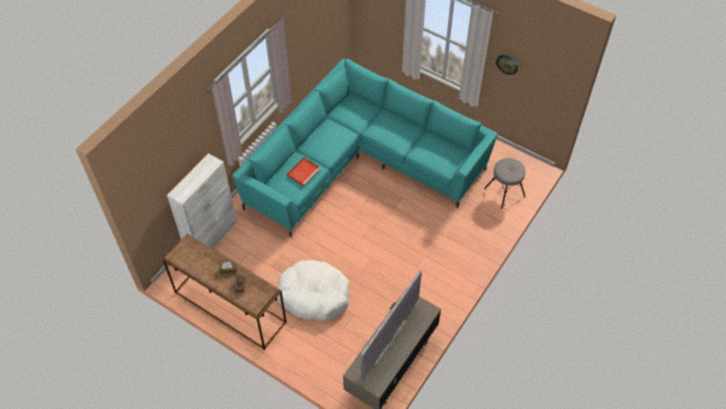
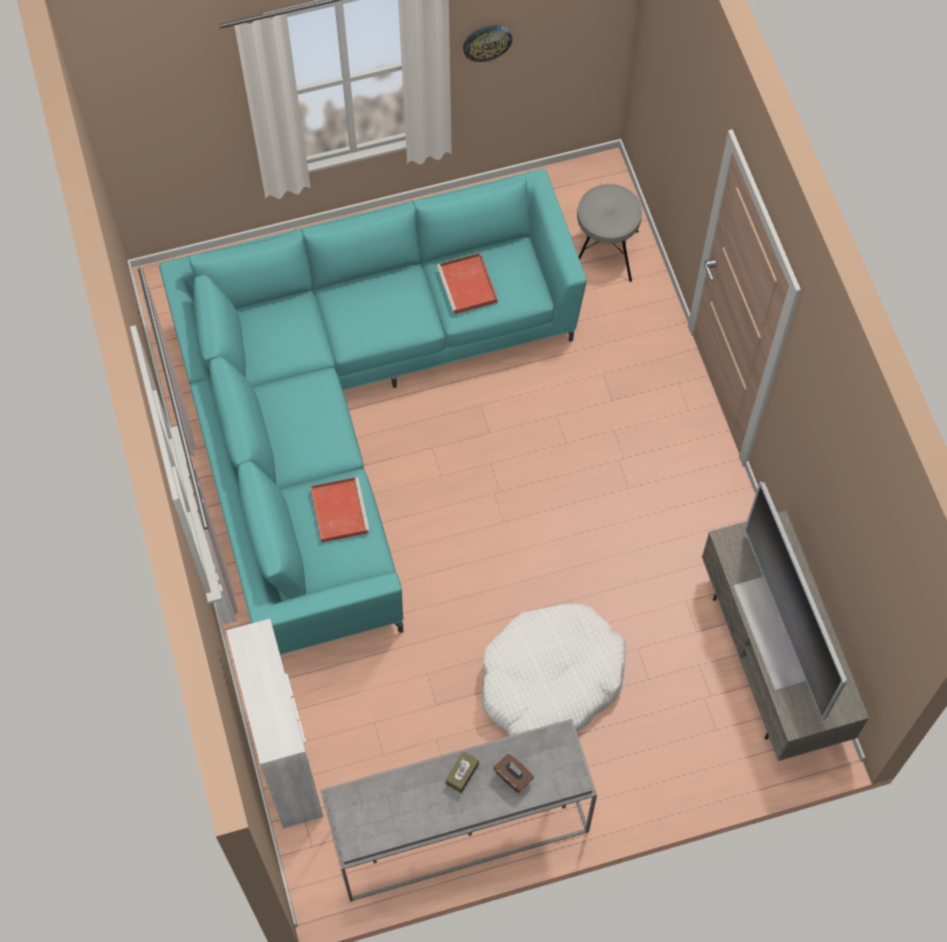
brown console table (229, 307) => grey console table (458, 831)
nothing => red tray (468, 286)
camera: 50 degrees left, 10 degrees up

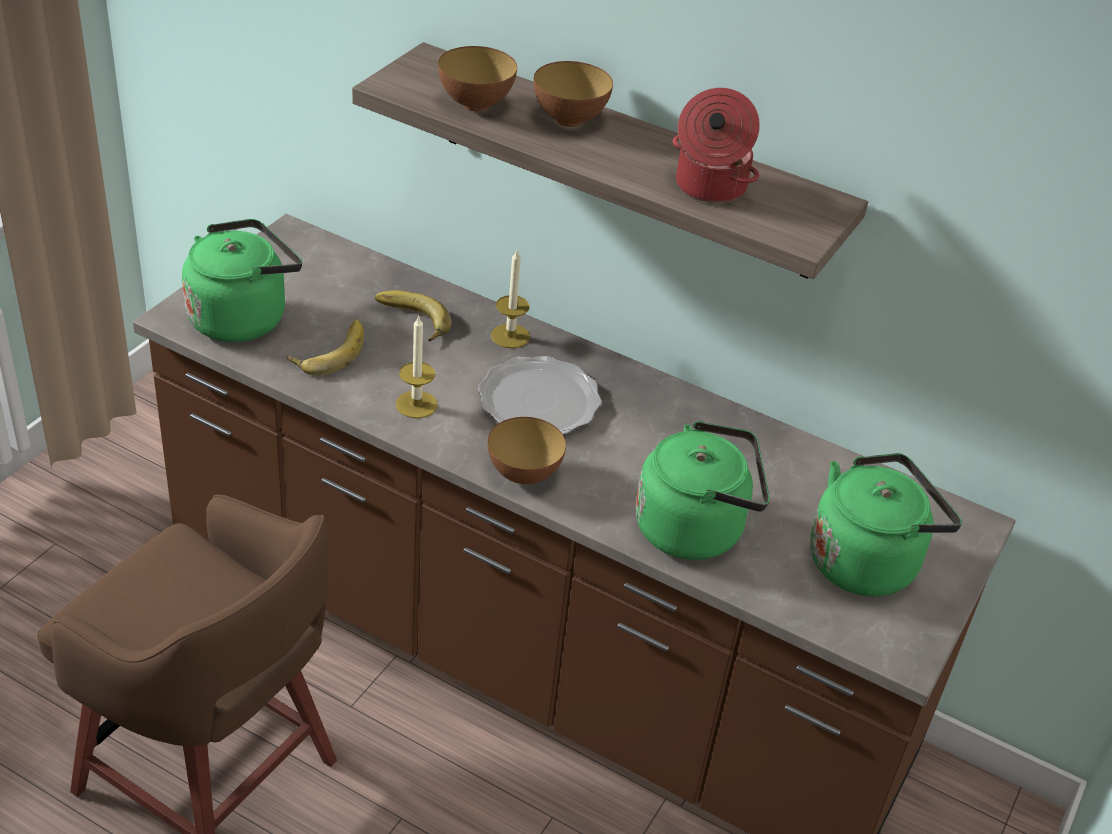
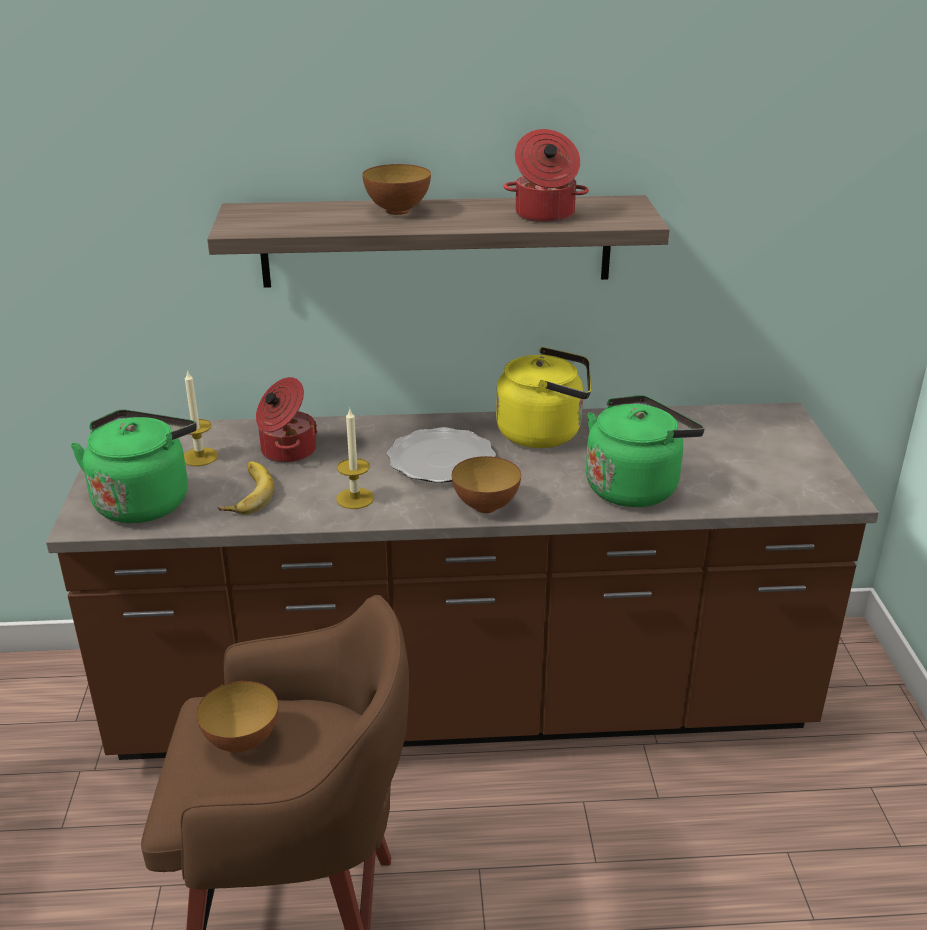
candle (510, 336) => candle (200, 457), relocated
bowl (475, 104) => bowl (242, 741), relocated
banana (410, 321) => cooking pot (287, 451)
nothing => yellow kettle (544, 433)
green kettle (867, 561) => nothing
camera: 30 degrees left, 10 degrees down

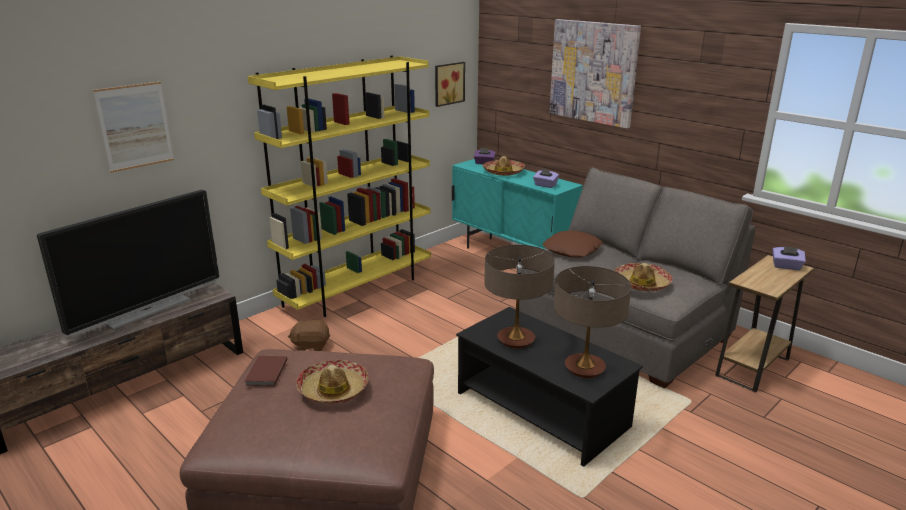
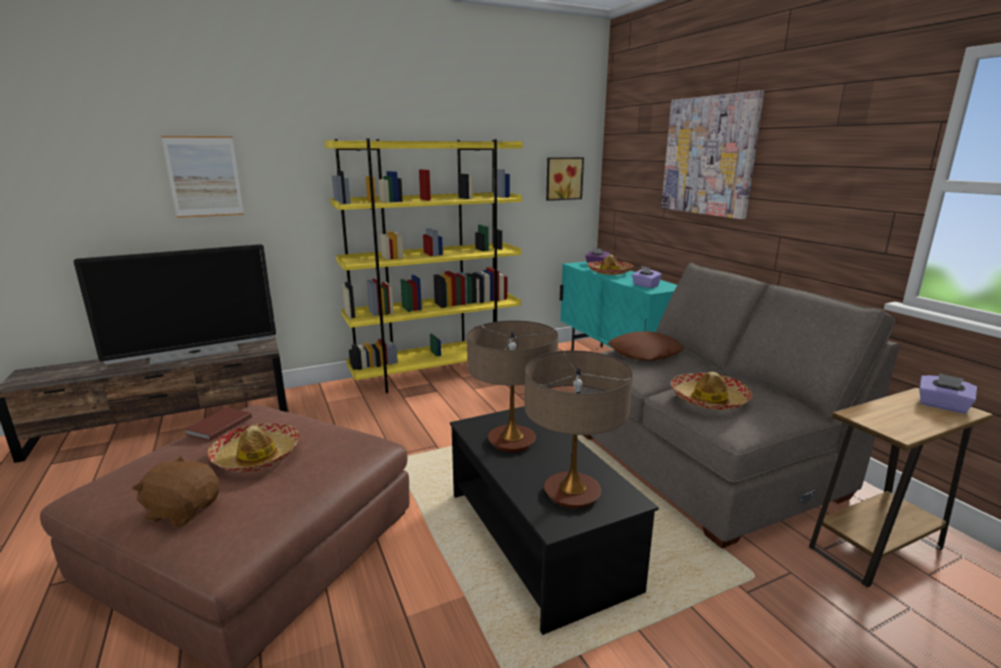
brown plush toy (311, 346) => brown plush toy (183, 510), relocated
camera: 20 degrees right, 5 degrees down

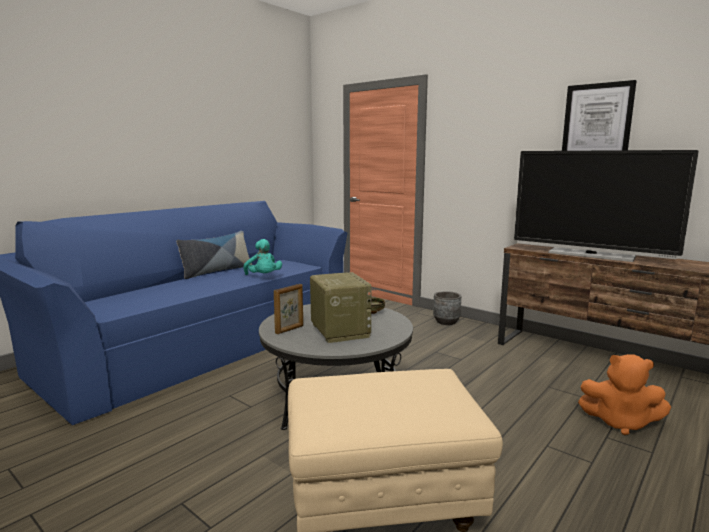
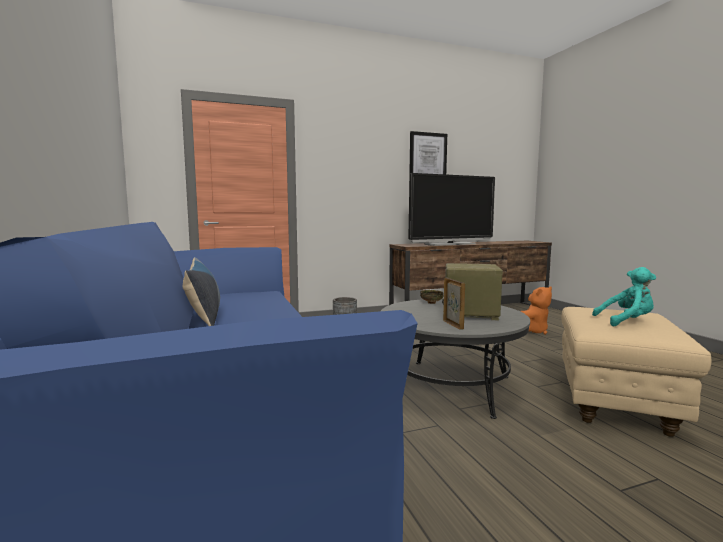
turquoise plush toy (263, 277) => turquoise plush toy (626, 321), relocated
camera: 60 degrees left, 5 degrees down

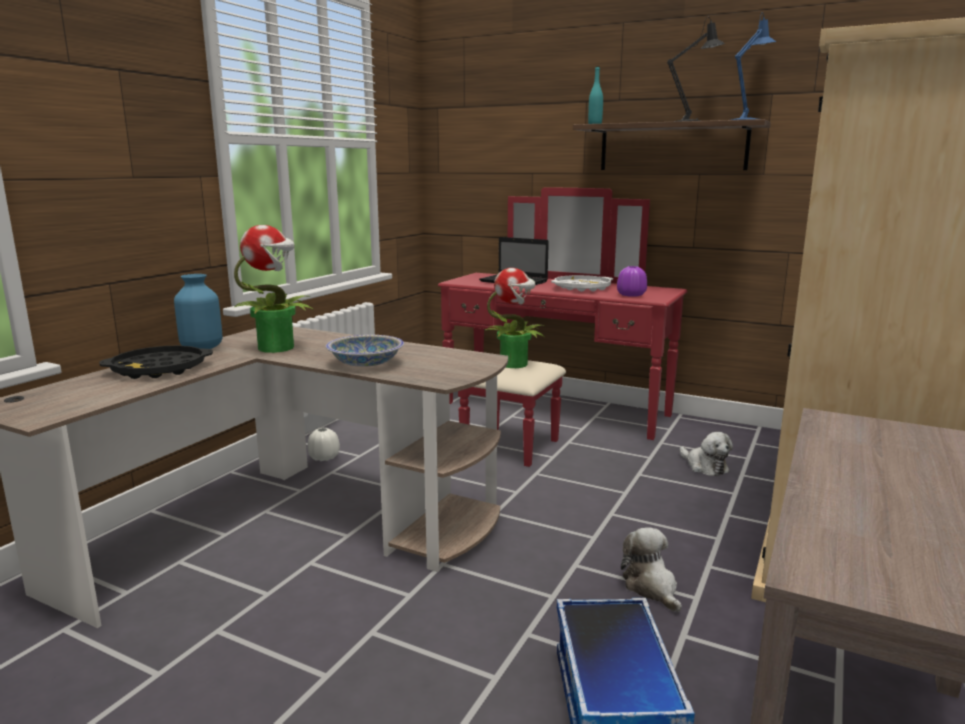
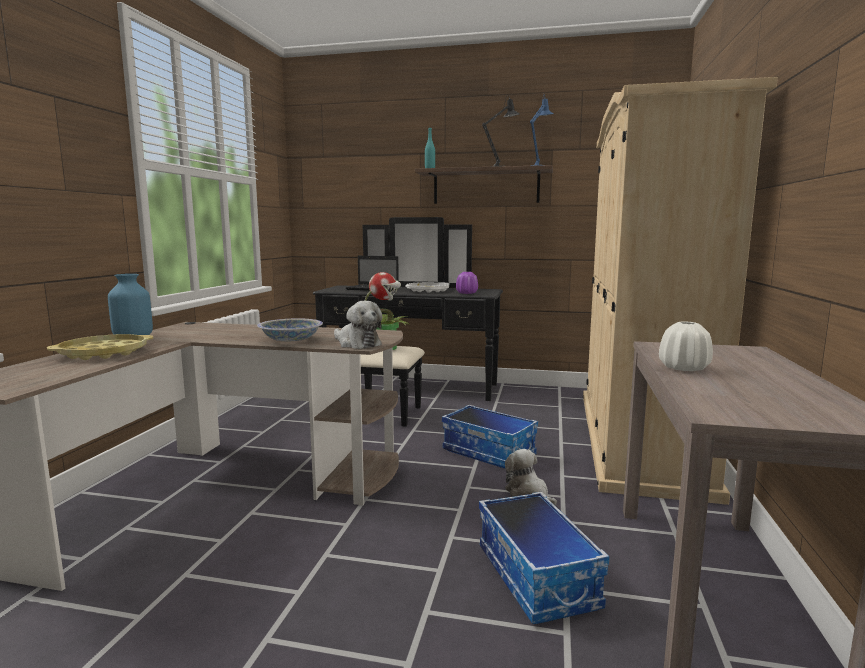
black tray (159, 369) => yellow tray (104, 353)
red dresser (547, 417) => black dresser (406, 392)
plush toy (704, 466) => plush toy (357, 344), relocated
nothing => storage box (489, 452)
white vase (324, 457) => white vase (683, 368), relocated
potted plant (277, 347) => nothing
camera: 15 degrees left, 5 degrees down

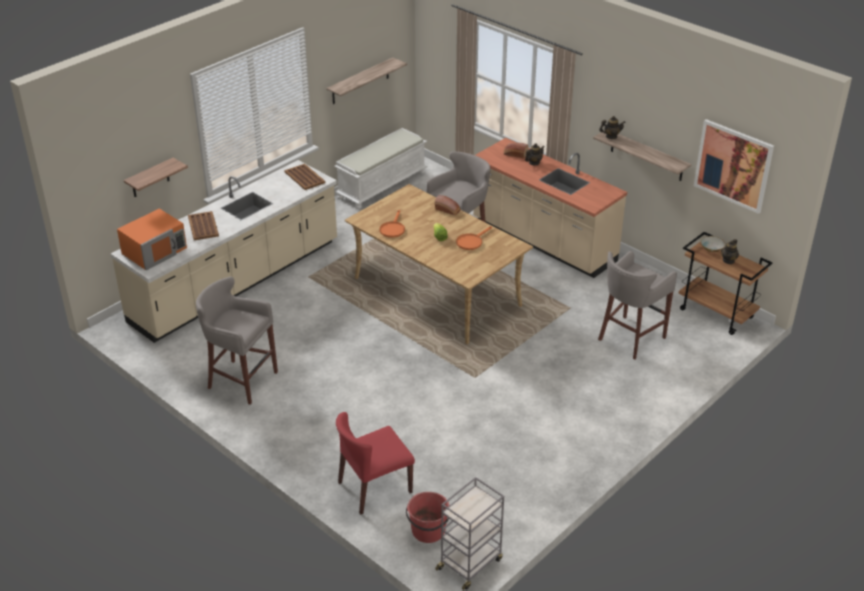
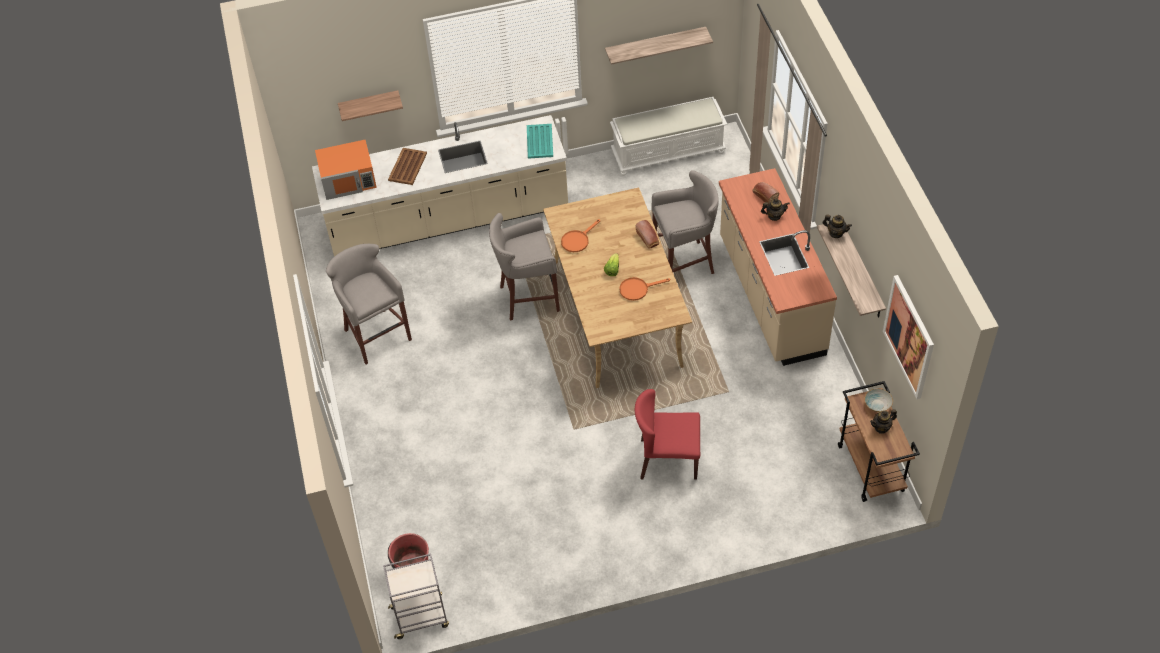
grey stool (629, 338) => grey stool (527, 298), relocated
brown tray (304, 177) => turquoise tray (540, 141)
red chair (374, 488) => red chair (668, 459), relocated
camera: 35 degrees right, 15 degrees up

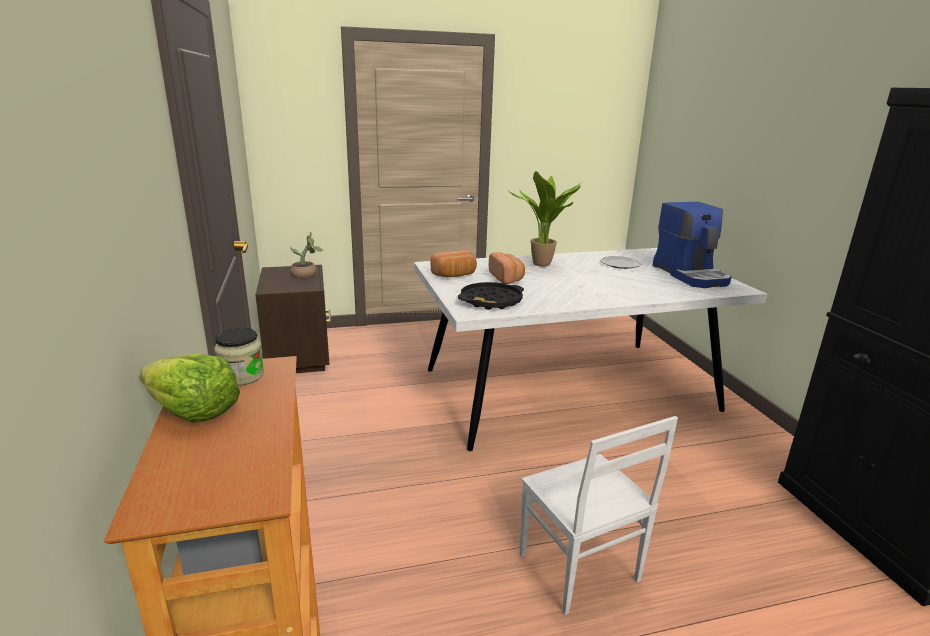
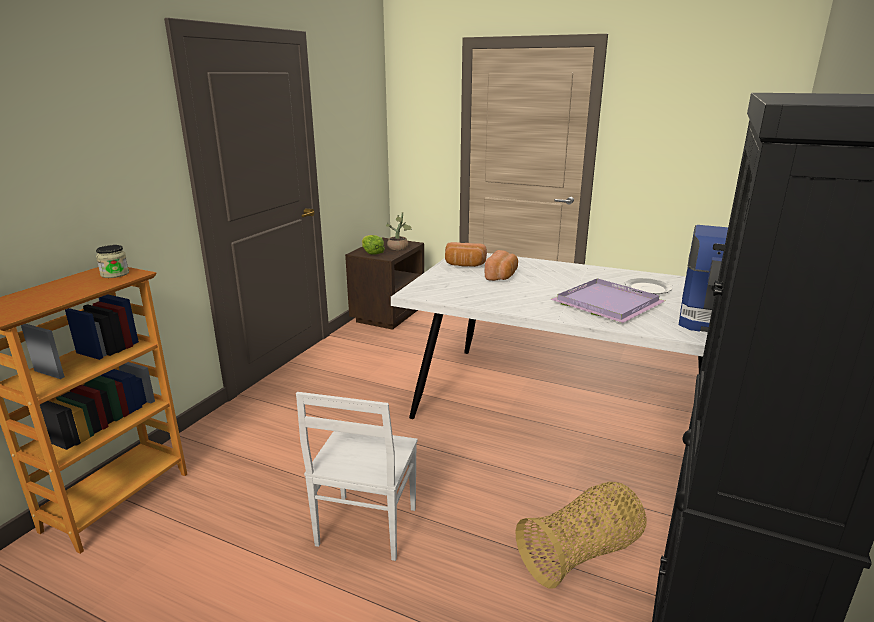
lettuce (193, 411) => lettuce (372, 252), relocated
nothing => basket (581, 554)
nothing => purple tray (609, 303)
black tray (491, 301) => nothing
potted plant (544, 265) => nothing
camera: 40 degrees right, 0 degrees up

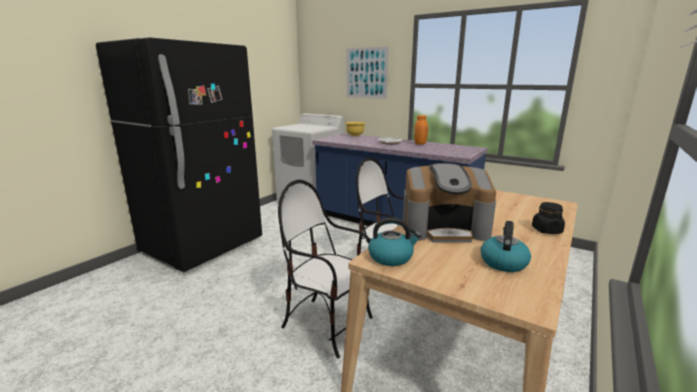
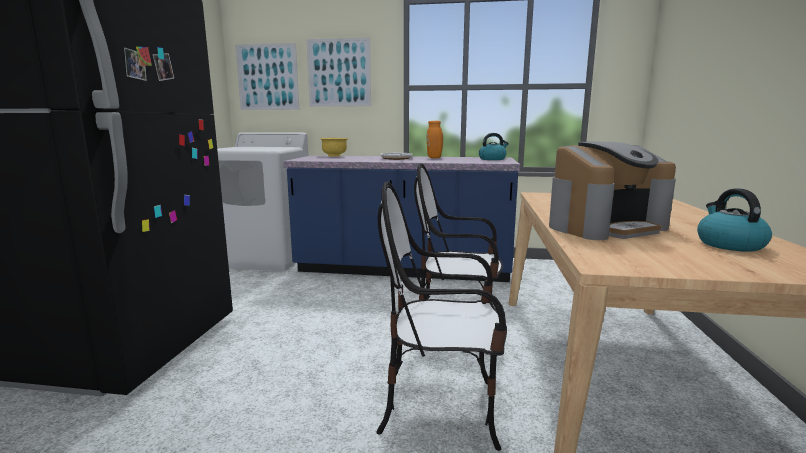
nothing => picture (267, 77)
kettle (391, 257) => kettle (492, 159), relocated
black jar (546, 230) => nothing
camera: 25 degrees left, 5 degrees down

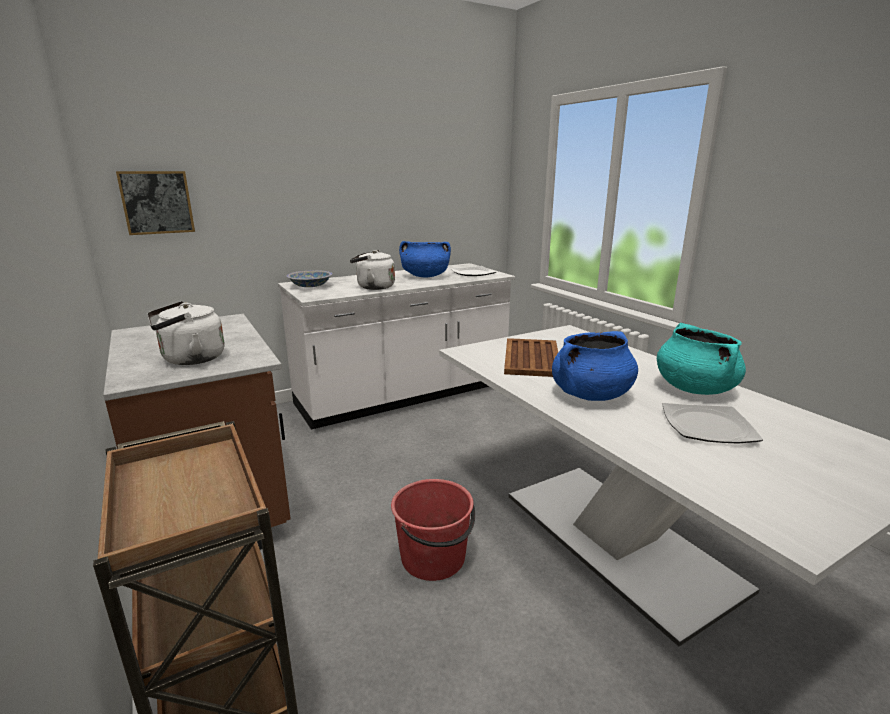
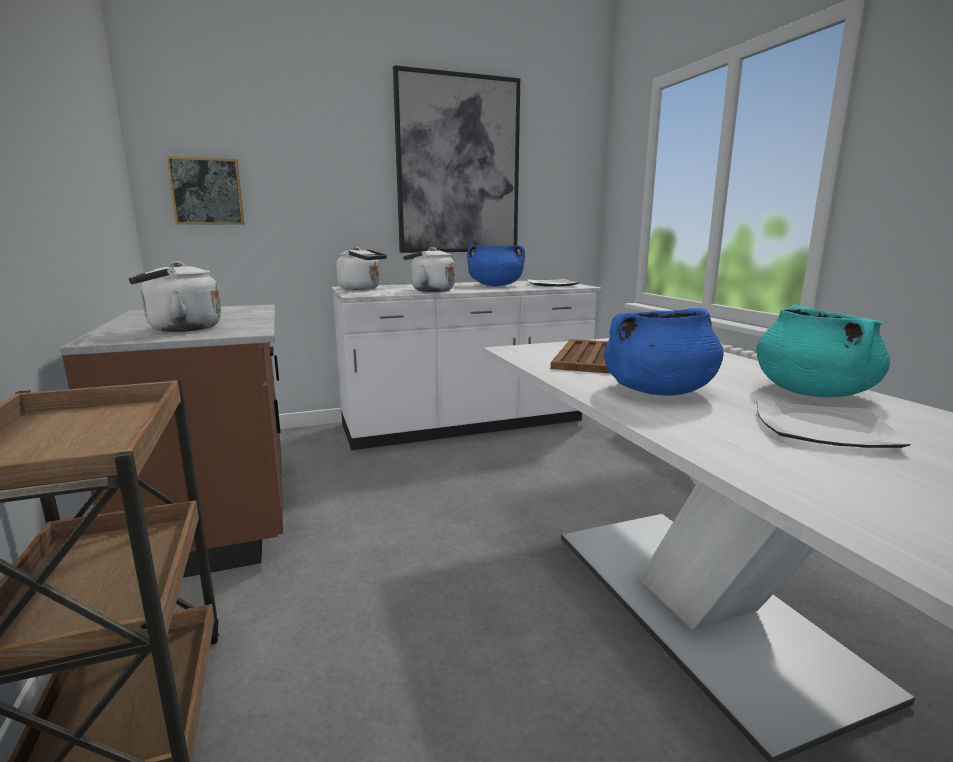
bowl (310, 286) => white kettle (362, 289)
nothing => picture (458, 166)
red bucket (434, 558) => nothing
camera: 10 degrees right, 5 degrees down

